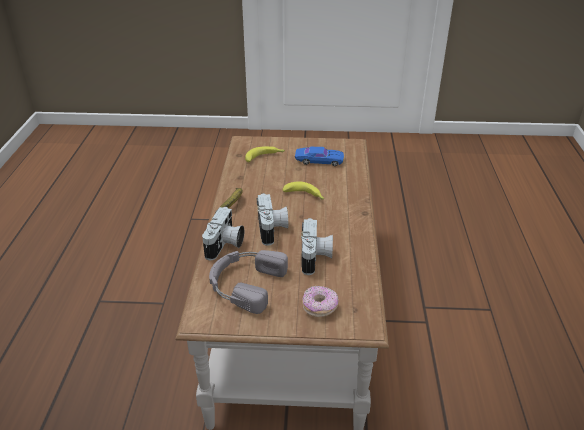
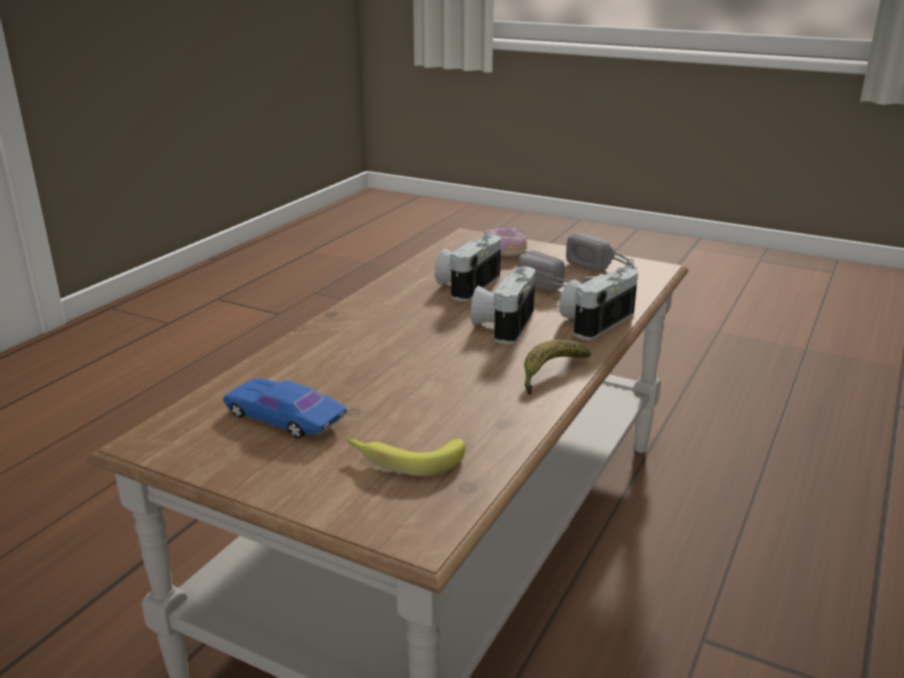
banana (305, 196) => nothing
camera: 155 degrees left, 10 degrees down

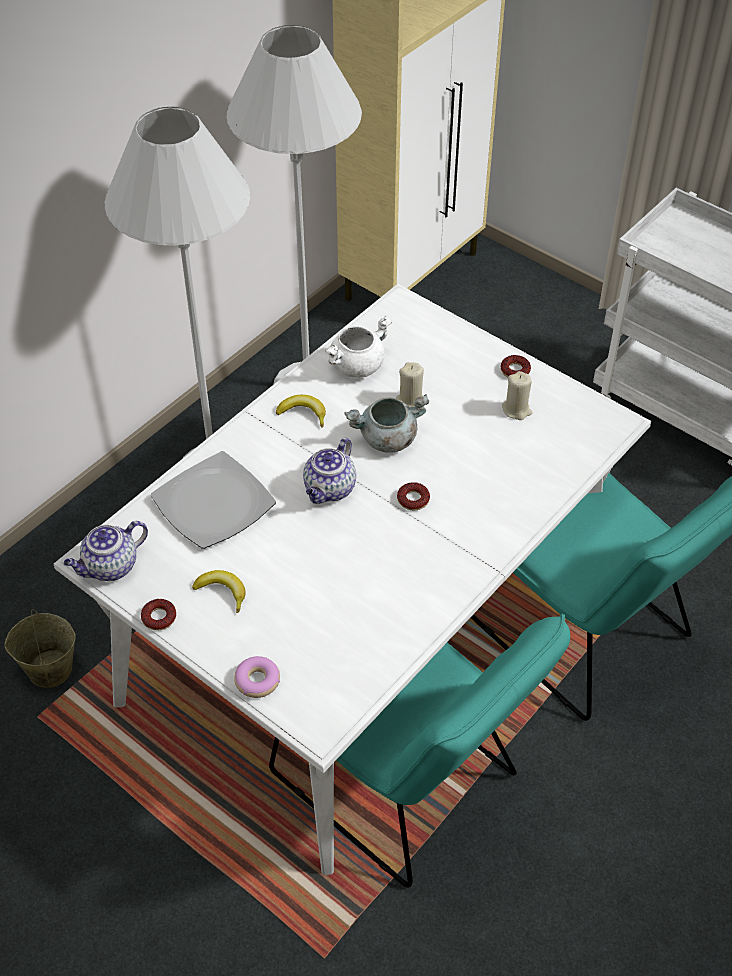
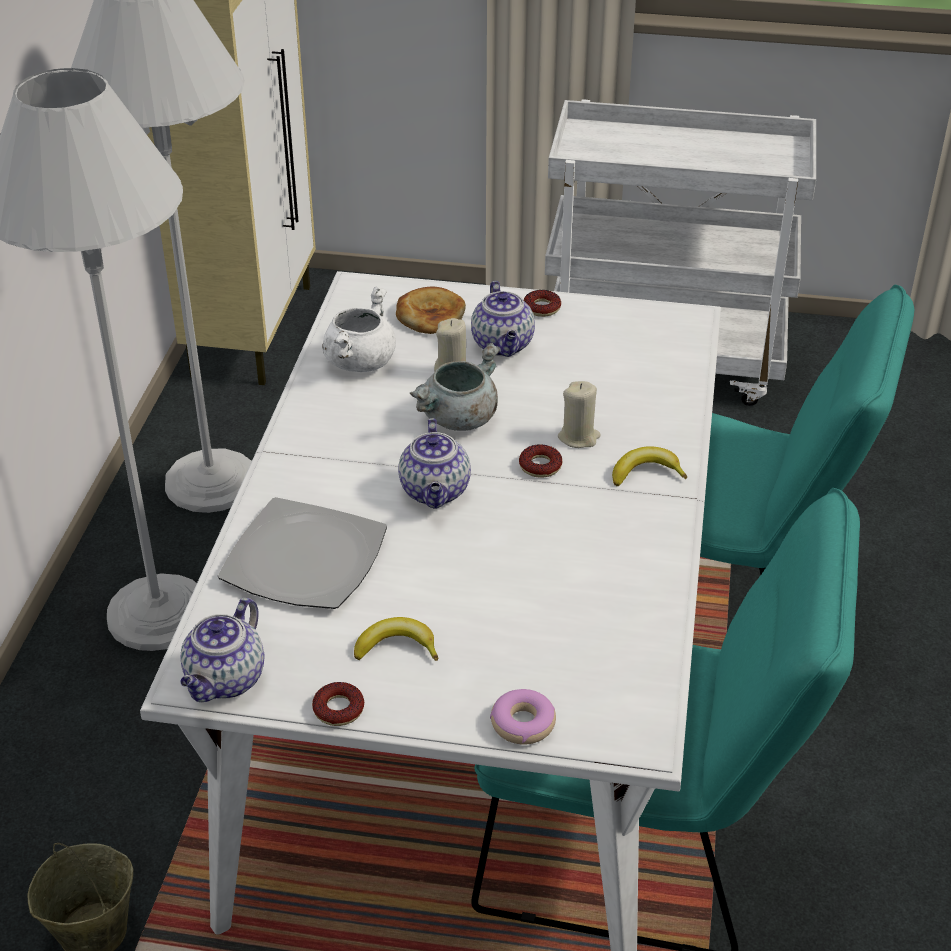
nothing => bread (430, 315)
nothing => teapot (503, 345)
beige candle (516, 410) => beige candle (579, 437), relocated
banana (303, 413) => banana (646, 473), relocated
camera: 30 degrees left, 10 degrees down

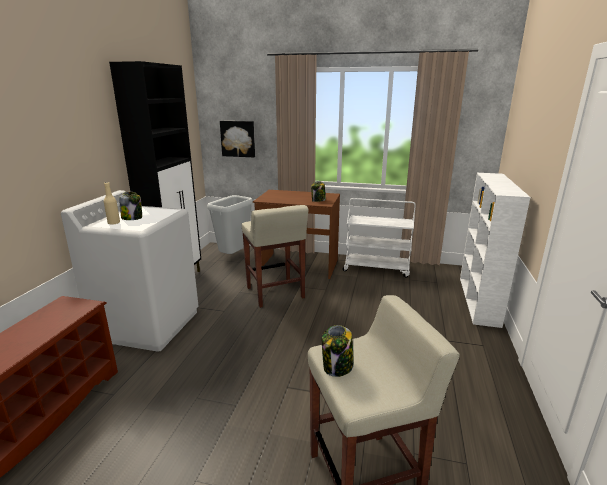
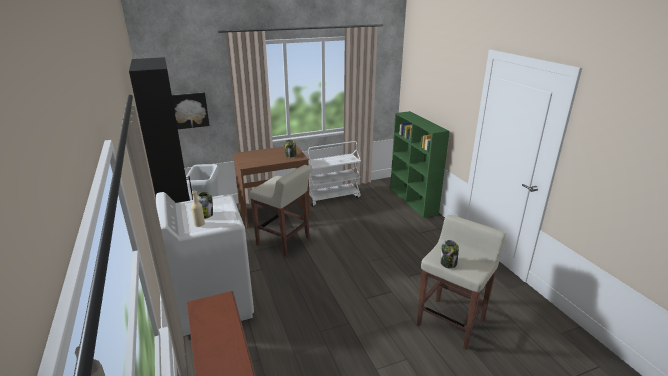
white bookcase (479, 301) => green bookcase (413, 201)
camera: 35 degrees left, 5 degrees up

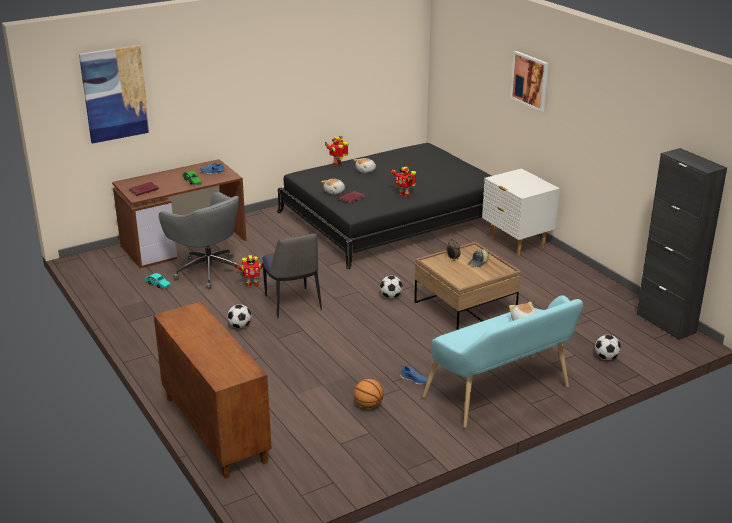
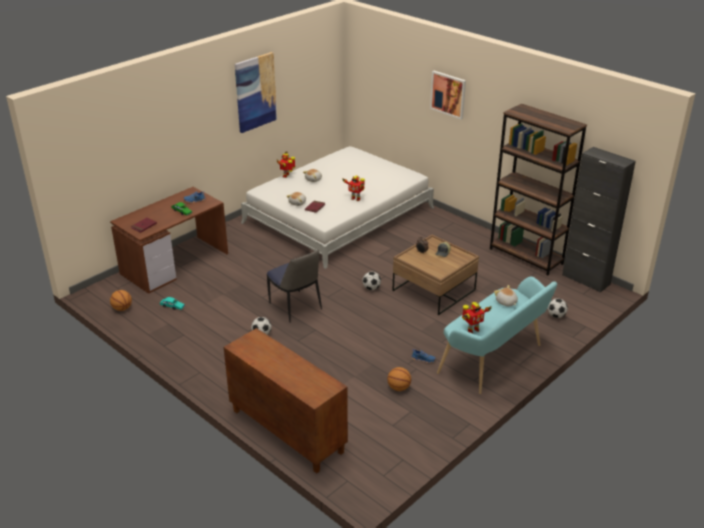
nothing => basketball (122, 308)
picture (115, 93) => picture (255, 92), relocated
black bed (392, 217) => white bed (338, 215)
toy robot (251, 285) => toy robot (472, 330), relocated
nothing => brown bookcase (526, 256)
grey office chair (208, 270) => nothing
white nightstand (516, 242) => nothing
camera: 15 degrees left, 5 degrees up

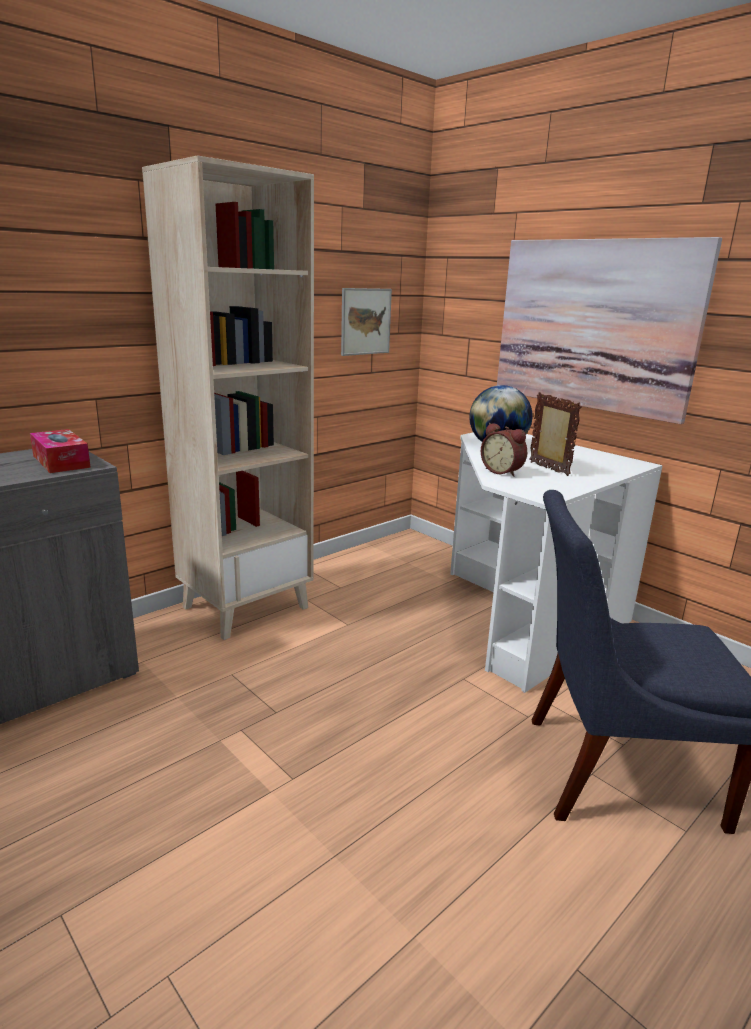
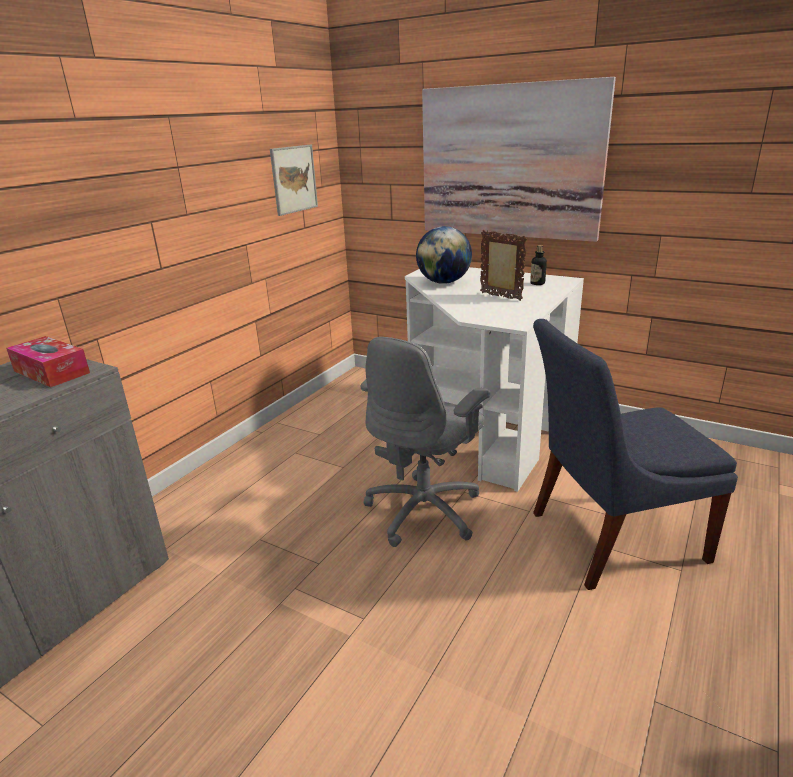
nothing => grey office chair (425, 510)
nothing => bottle (537, 283)
beige bookcase (246, 606) => nothing
alarm clock (503, 471) => nothing
camera: 15 degrees left, 5 degrees up

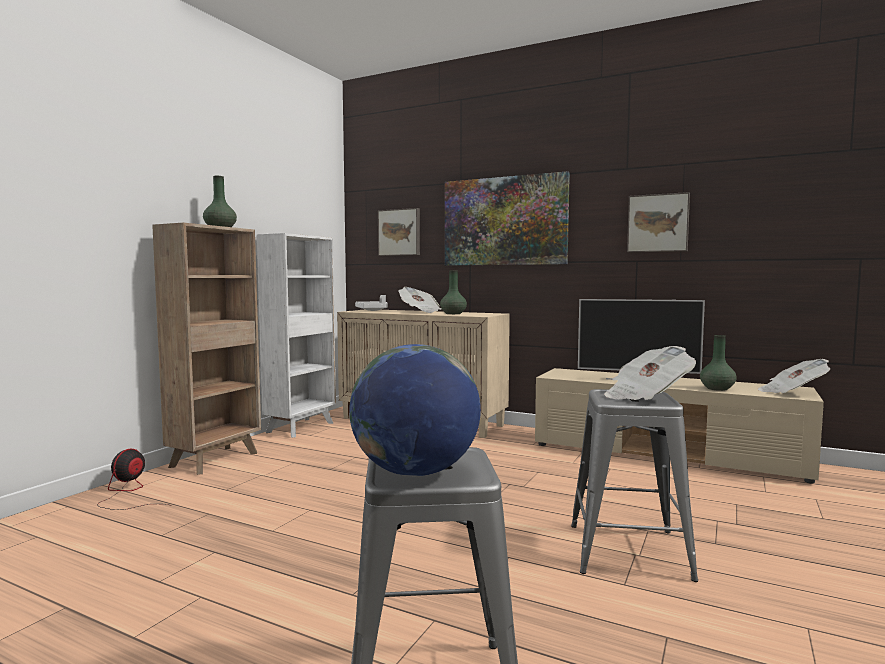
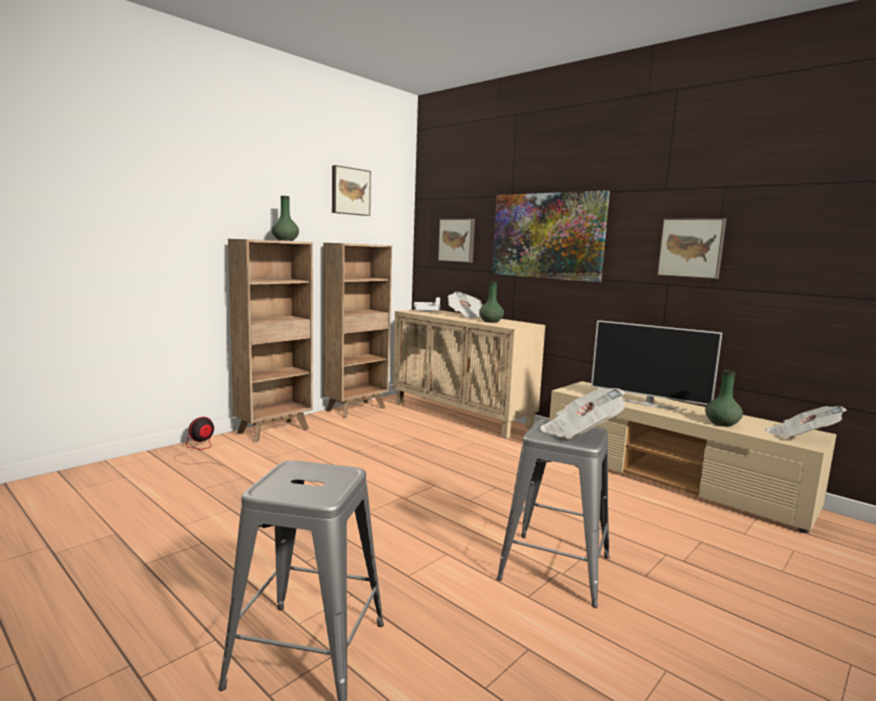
white bookcase (301, 427) => brown bookcase (357, 409)
nothing => picture (350, 191)
globe (415, 472) => nothing
camera: 15 degrees right, 5 degrees up

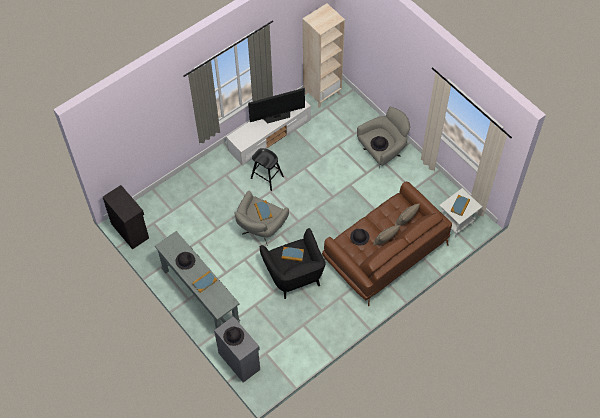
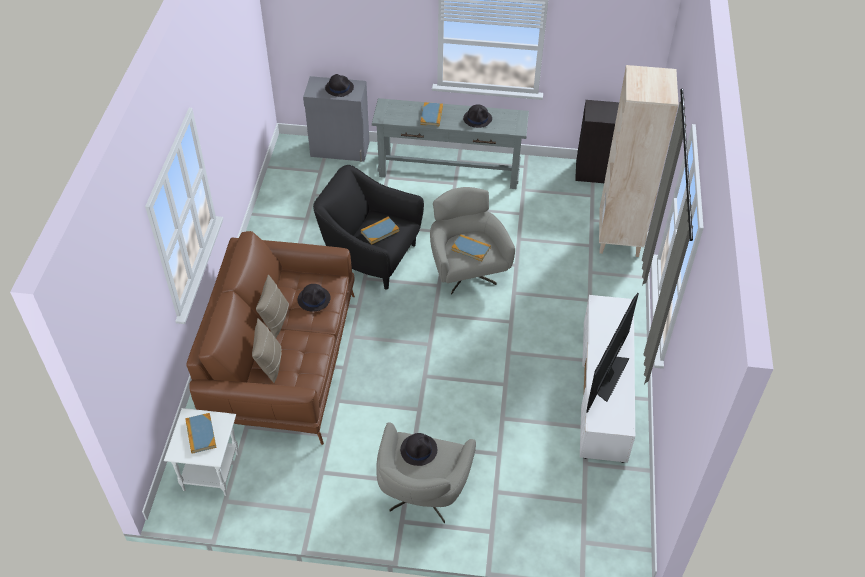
beige bookcase (322, 93) => beige bookcase (619, 238), relocated
black stool (267, 177) => nothing
camera: 135 degrees right, 10 degrees down

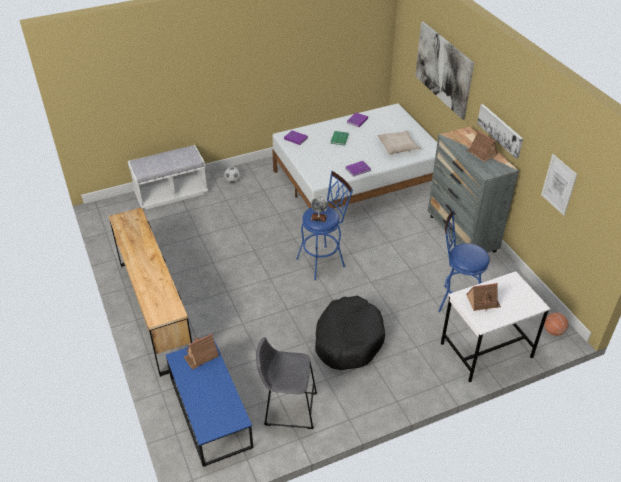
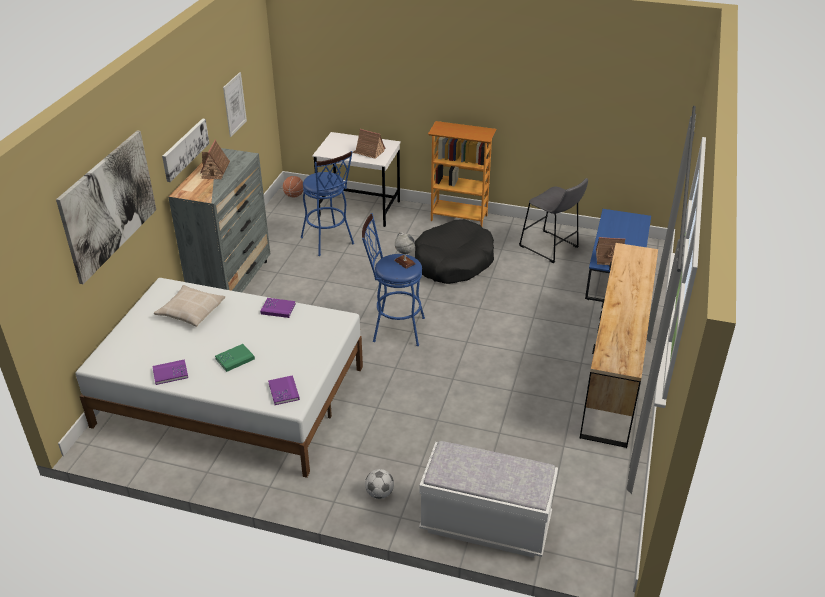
nothing => bookcase (459, 218)
camera: 140 degrees left, 5 degrees down

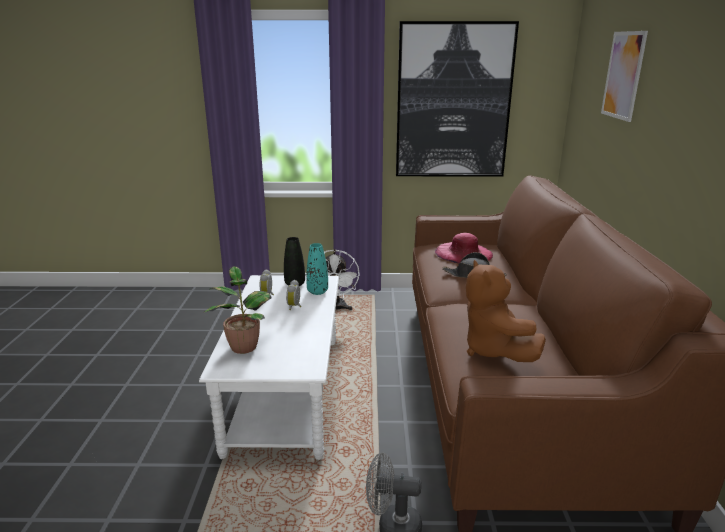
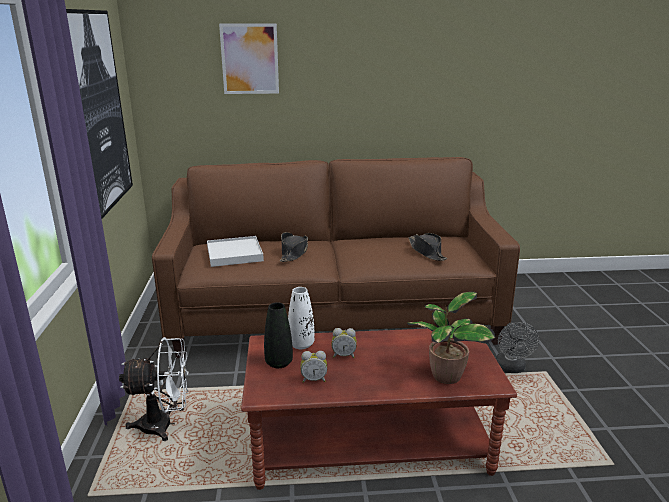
pink hat (463, 253) => white tray (234, 254)
white coffee table (285, 392) => brown coffee table (370, 444)
turquoise vase (317, 291) => white vase (301, 344)
brown plush toy (494, 350) => black hat (427, 252)
camera: 95 degrees left, 0 degrees up

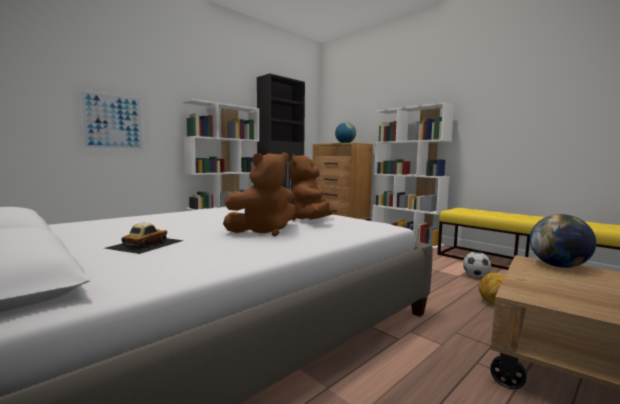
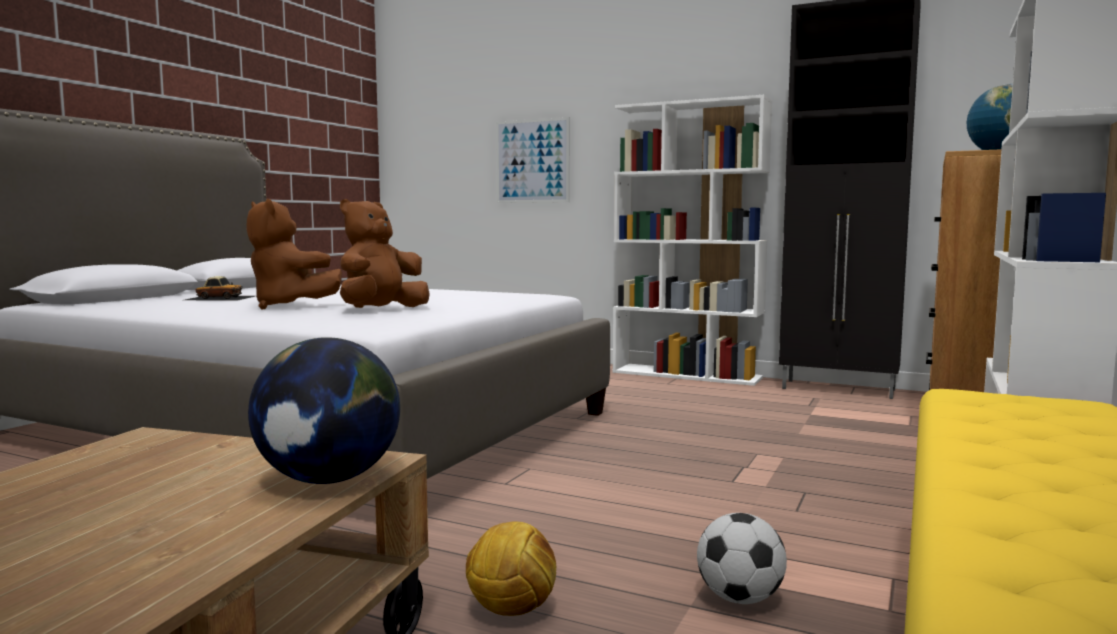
brown plush toy (312, 221) => brown plush toy (381, 310), 45 degrees counterclockwise
camera: 70 degrees right, 0 degrees up

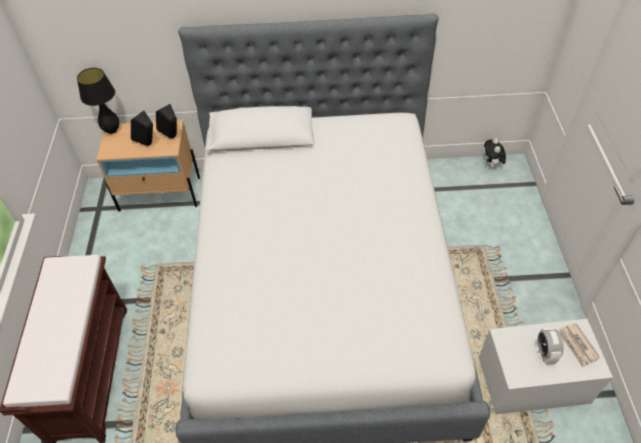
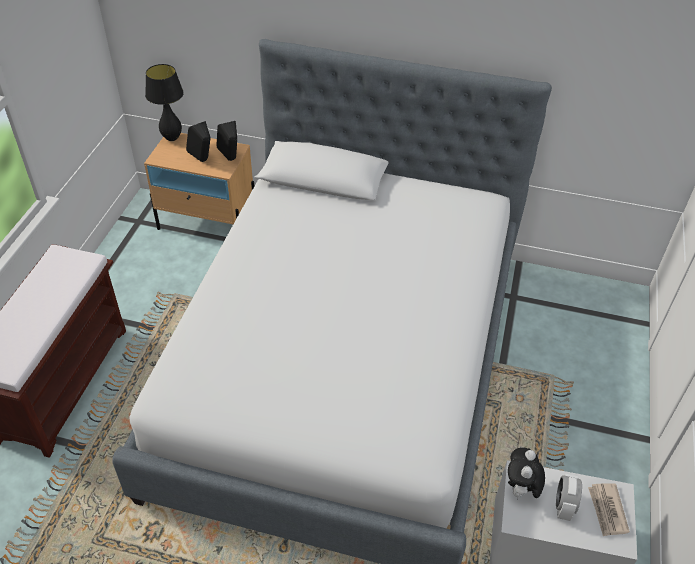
plush toy (491, 165) => plush toy (520, 489), relocated
camera: 15 degrees right, 5 degrees down

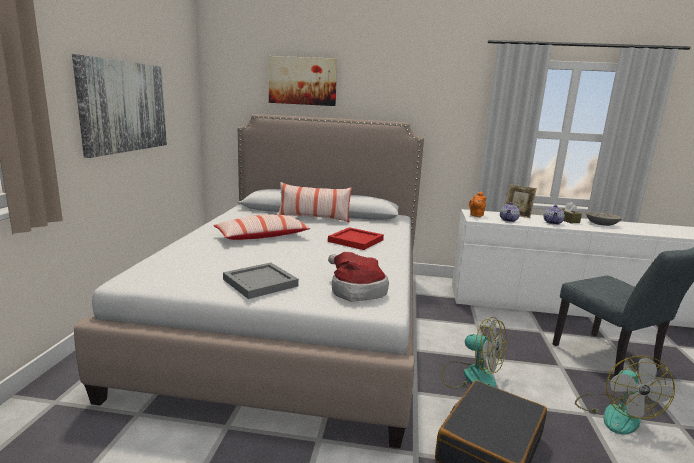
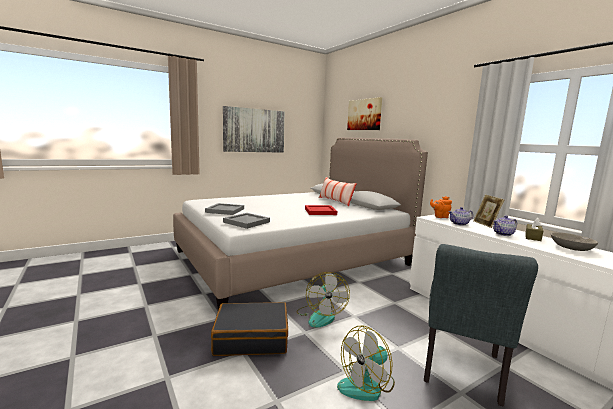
hat (355, 290) => grey tray (246, 222)
pillow (262, 236) => nothing
camera: 50 degrees right, 5 degrees down

